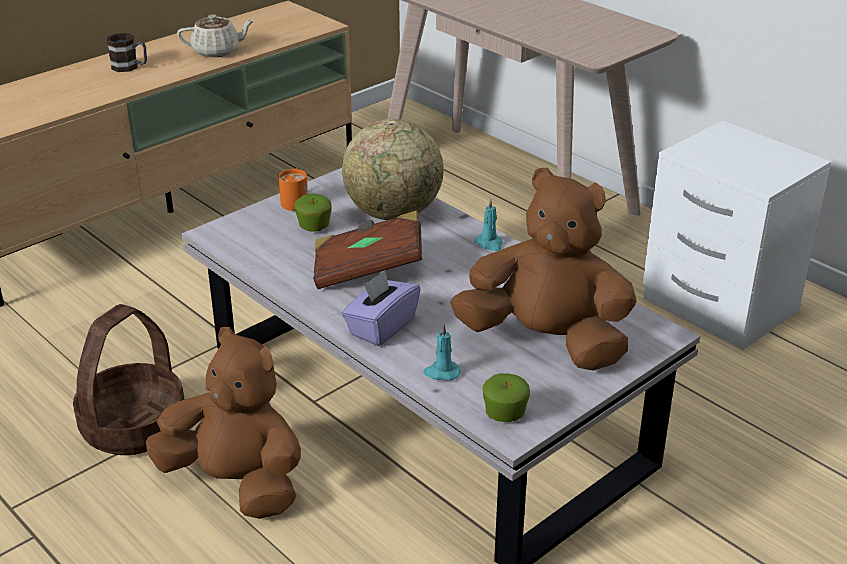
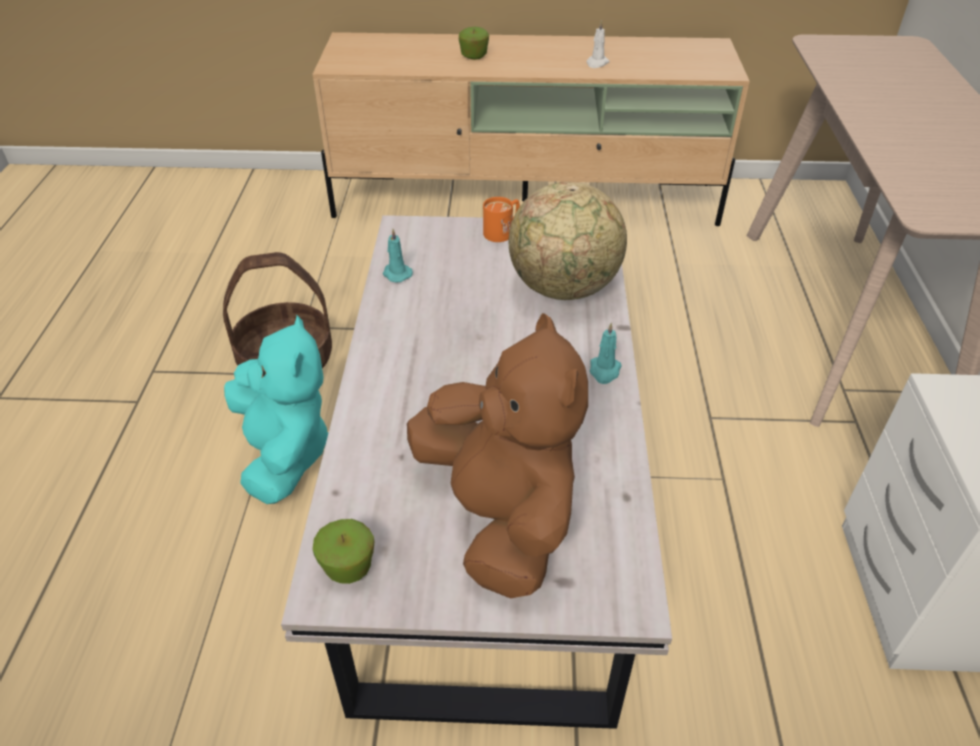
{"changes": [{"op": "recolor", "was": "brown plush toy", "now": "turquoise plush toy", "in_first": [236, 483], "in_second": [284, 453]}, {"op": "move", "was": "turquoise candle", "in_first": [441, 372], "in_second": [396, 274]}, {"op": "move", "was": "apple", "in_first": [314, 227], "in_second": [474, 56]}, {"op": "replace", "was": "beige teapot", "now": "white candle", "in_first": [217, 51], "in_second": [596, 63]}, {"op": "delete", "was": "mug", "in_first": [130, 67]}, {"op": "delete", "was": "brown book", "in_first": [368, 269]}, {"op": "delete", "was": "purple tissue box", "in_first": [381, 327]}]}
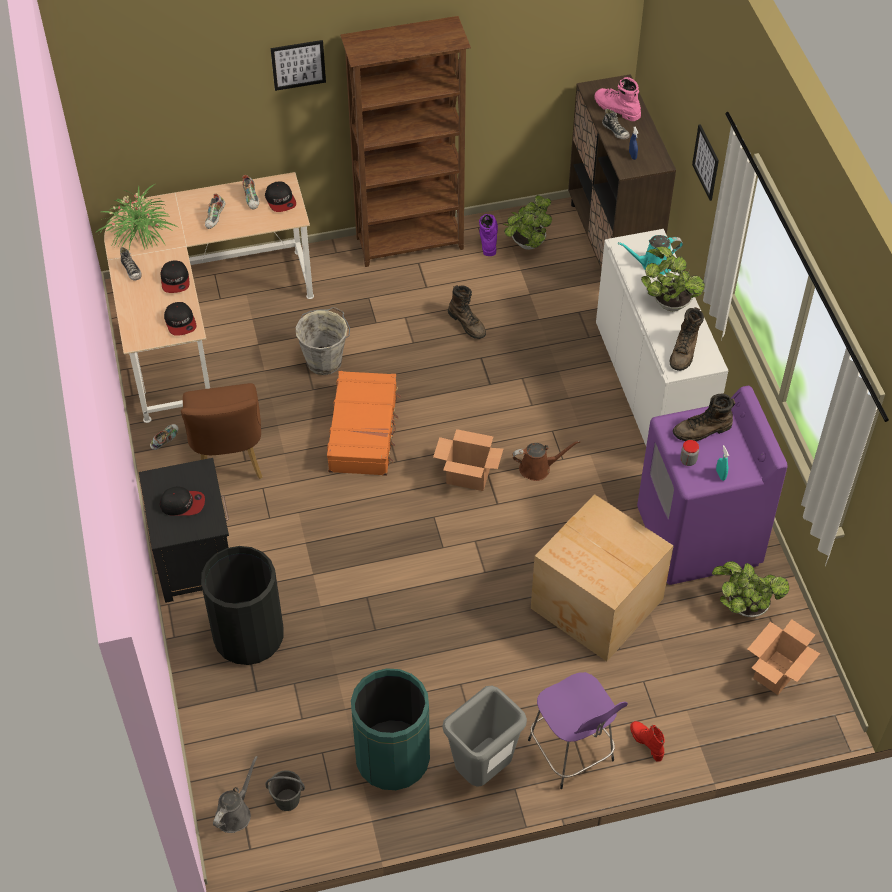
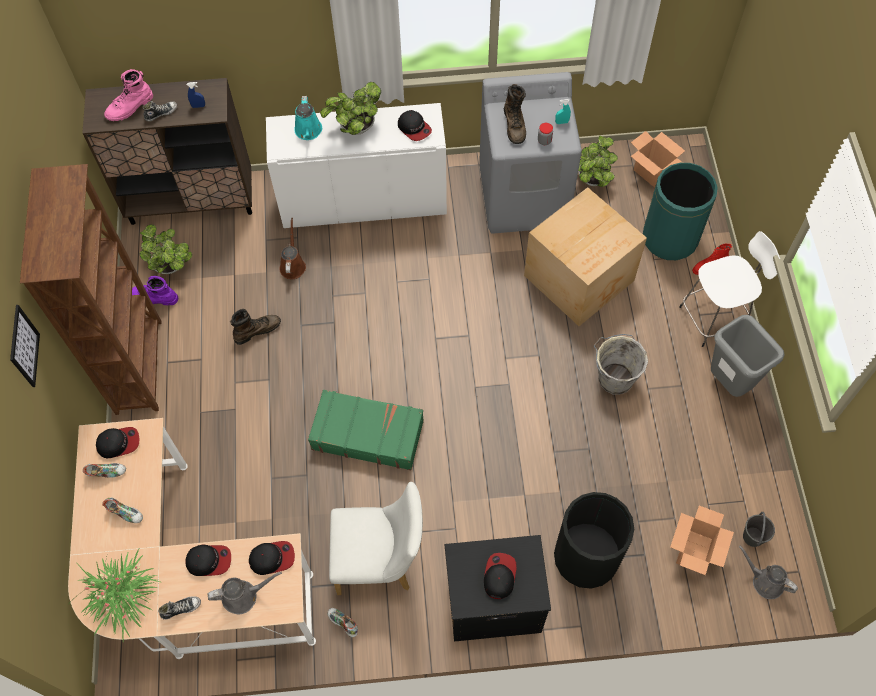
{"changes": [{"op": "insert", "now": "grey watering can", "in_second": [243, 596]}, {"op": "move", "was": "brown watering can", "in_first": [538, 468], "in_second": [293, 265]}, {"op": "recolor", "was": "orange suitcase", "now": "green suitcase", "in_first": [364, 431], "in_second": [367, 434]}, {"op": "recolor", "was": "brown chair", "now": "white chair", "in_first": [229, 461], "in_second": [380, 561]}, {"op": "replace", "was": "brown boot", "now": "cap", "in_first": [684, 352], "in_second": [414, 128]}, {"op": "recolor", "was": "purple washing machine", "now": "grey washing machine", "in_first": [698, 537], "in_second": [524, 198]}, {"op": "move", "was": "grey bucket", "in_first": [325, 360], "in_second": [614, 378]}, {"op": "move", "was": "green trash can", "in_first": [392, 758], "in_second": [670, 238]}, {"op": "move", "was": "cardboard box", "in_first": [467, 477], "in_second": [694, 551]}, {"op": "recolor", "was": "purple stool", "now": "white stool", "in_first": [572, 753], "in_second": [715, 318]}, {"op": "delete", "was": "picture", "in_first": [706, 162]}]}
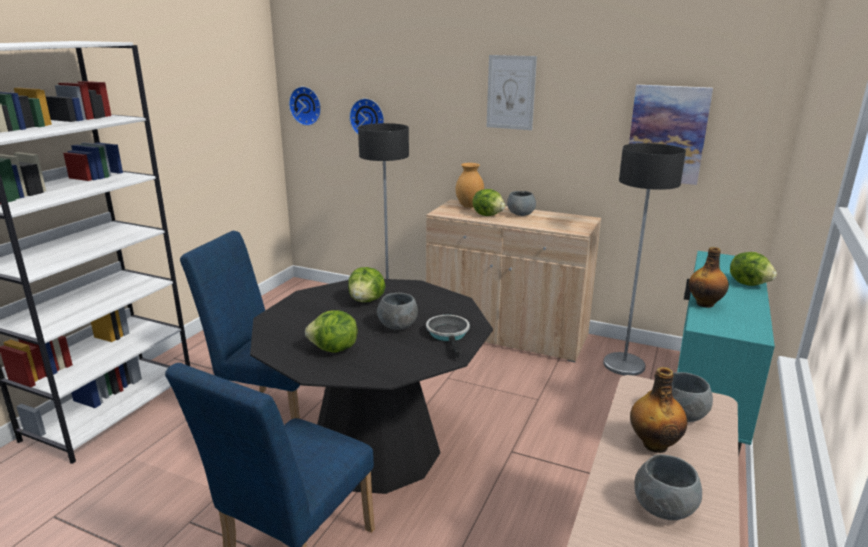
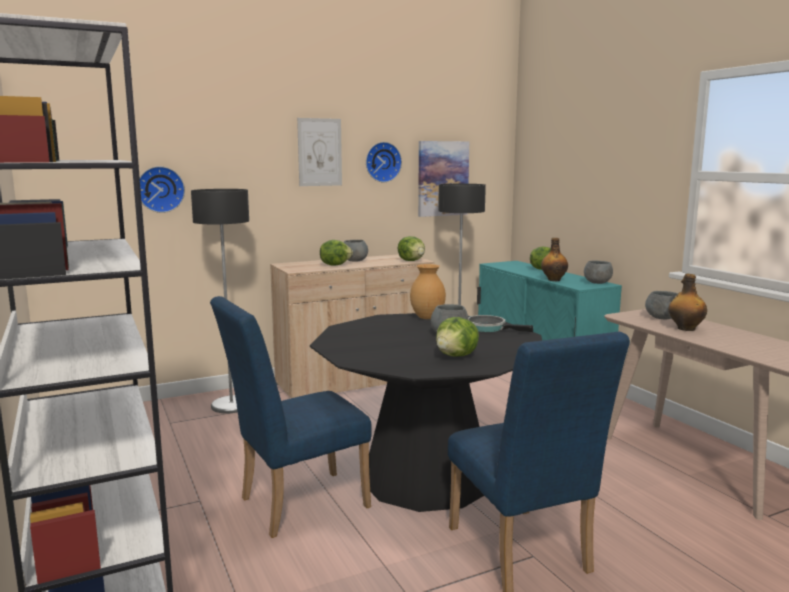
{"changes": [{"op": "move", "was": "wall clock", "in_first": [306, 105], "in_second": [382, 162]}, {"op": "move", "was": "lettuce", "in_first": [367, 300], "in_second": [412, 261]}, {"op": "move", "was": "brown vase", "in_first": [468, 206], "in_second": [426, 318]}, {"op": "move", "was": "grey bowl", "in_first": [663, 508], "in_second": [597, 283]}]}
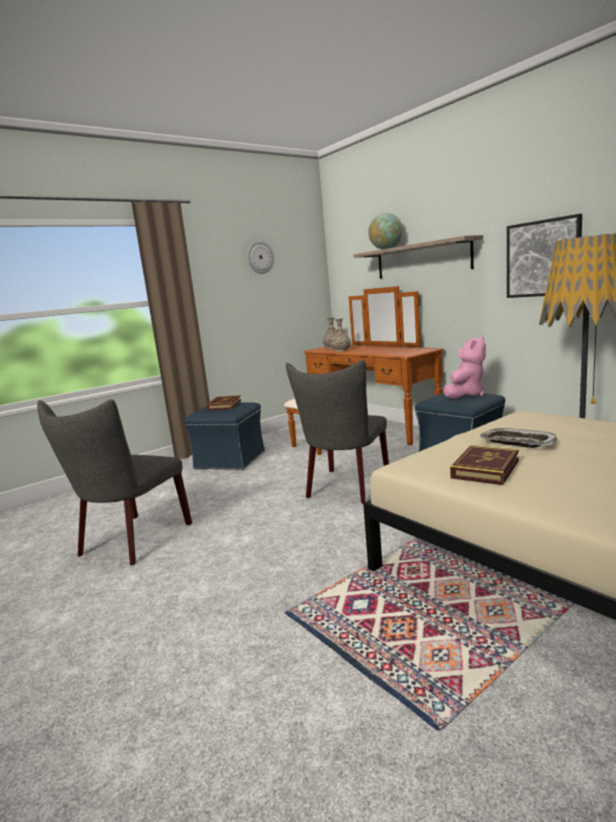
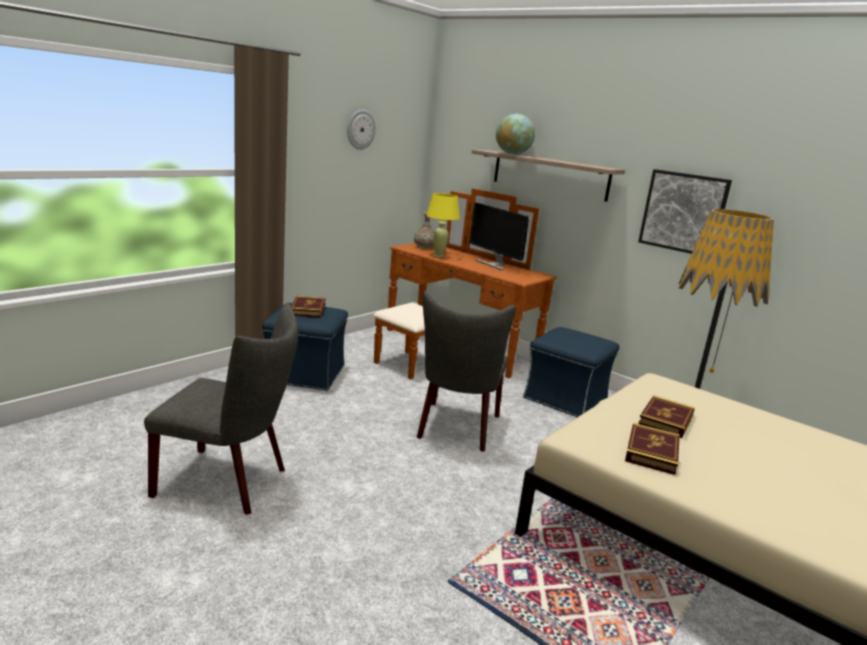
{"changes": [{"op": "rotate", "was": "grey chair", "in_first": [130, 542], "in_second": [229, 482], "clockwise": -90}, {"op": "replace", "was": "vase", "now": "yellow table lamp", "in_first": [341, 350], "in_second": [438, 255]}, {"op": "insert", "now": "monitor", "in_second": [494, 264]}, {"op": "replace", "was": "tray", "now": "book", "in_first": [517, 443], "in_second": [666, 420]}, {"op": "delete", "was": "pink plush toy", "in_first": [465, 395]}]}
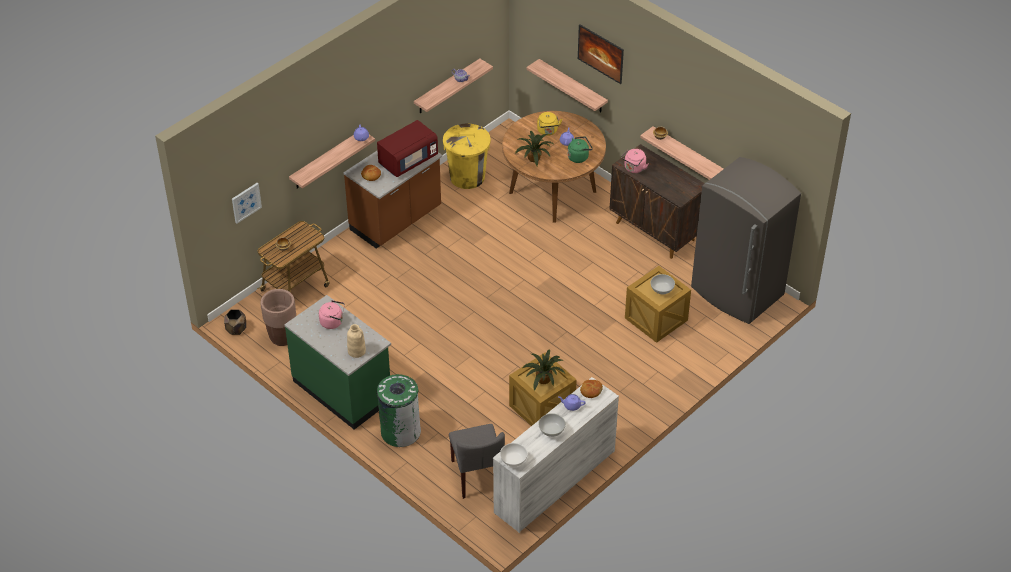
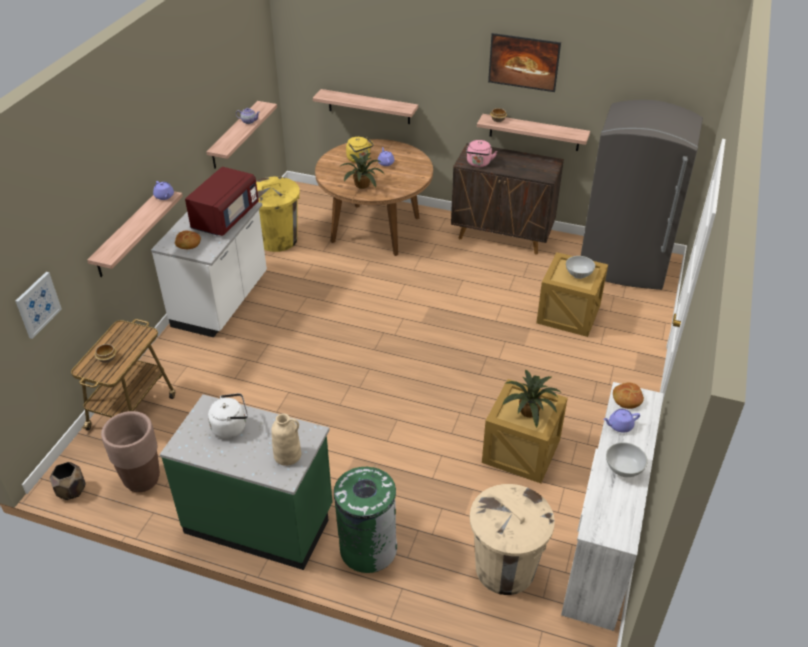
{"changes": [{"op": "recolor", "was": "brown counter", "now": "white counter", "in_first": [396, 220], "in_second": [222, 302]}, {"op": "recolor", "was": "pink kettle", "now": "white kettle", "in_first": [333, 322], "in_second": [231, 427]}, {"op": "replace", "was": "grey chair", "now": "beige trash can", "in_first": [477, 475], "in_second": [505, 569]}, {"op": "move", "was": "picture", "in_first": [600, 62], "in_second": [522, 74]}, {"op": "delete", "was": "white bowl", "in_first": [513, 461]}, {"op": "delete", "was": "green kettle", "in_first": [579, 157]}]}
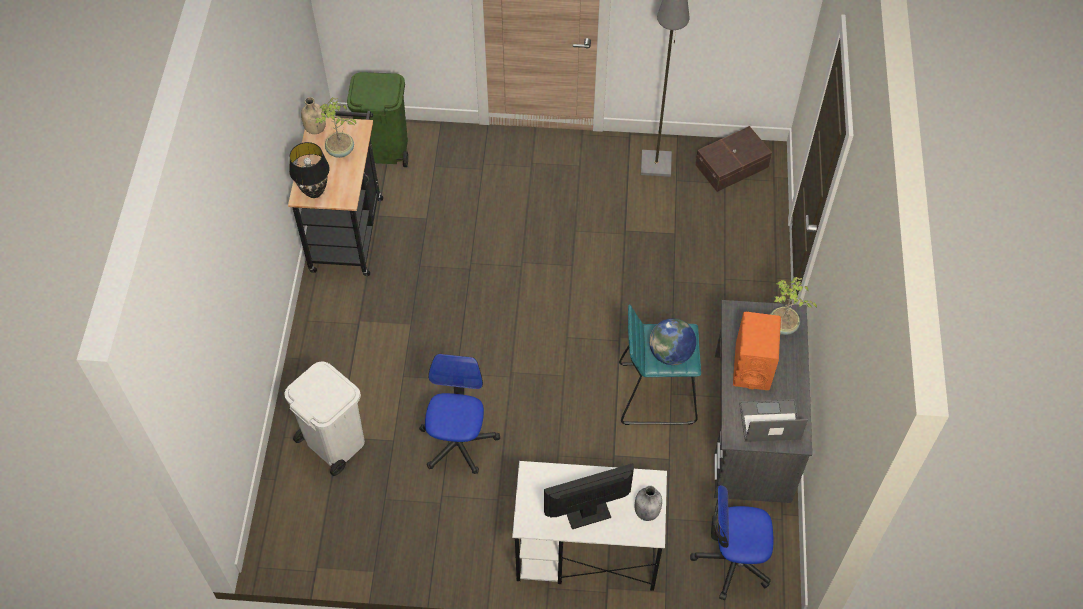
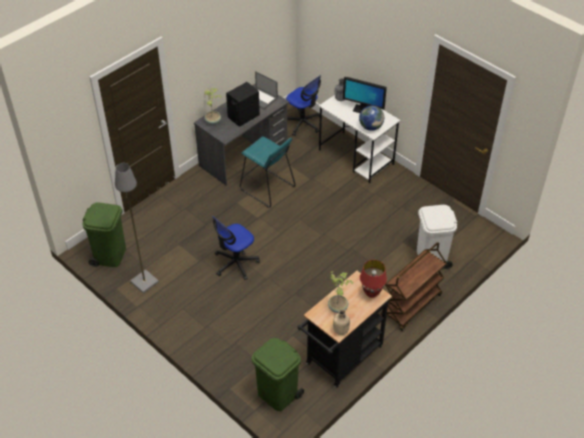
{"changes": [{"op": "replace", "was": "brown storage box", "now": "green trash can", "in_first": [733, 166], "in_second": [110, 255]}, {"op": "move", "was": "office chair", "in_first": [458, 442], "in_second": [235, 263]}, {"op": "recolor", "was": "orange speaker", "now": "black speaker", "in_first": [752, 366], "in_second": [243, 116]}, {"op": "move", "was": "globe", "in_first": [670, 353], "in_second": [371, 127]}, {"op": "recolor", "was": "black table lamp", "now": "red table lamp", "in_first": [315, 191], "in_second": [371, 293]}, {"op": "insert", "now": "brown cart", "in_second": [411, 306]}]}
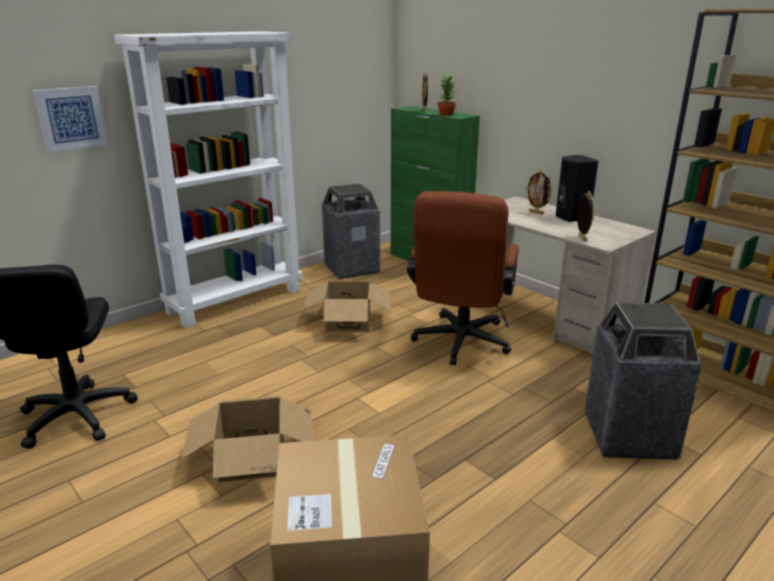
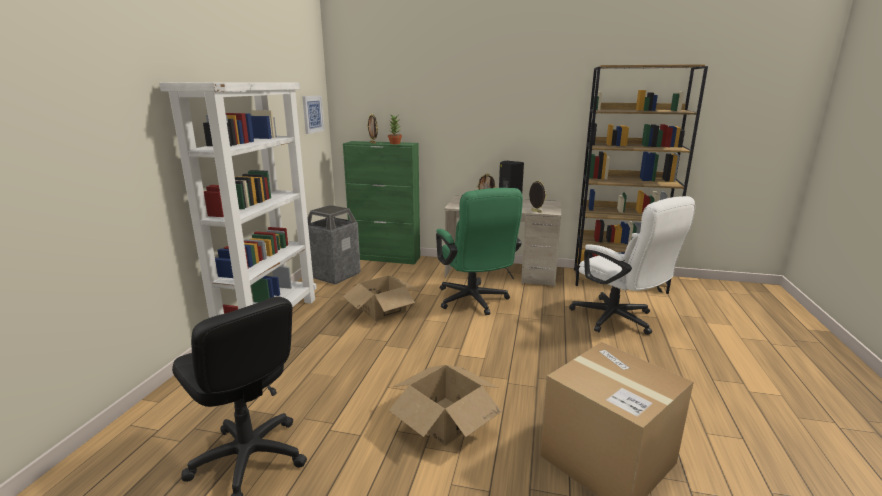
{"changes": [{"op": "move", "was": "picture", "in_first": [71, 118], "in_second": [312, 114]}, {"op": "recolor", "was": "brown office chair", "now": "green office chair", "in_first": [459, 344], "in_second": [474, 302]}, {"op": "replace", "was": "trash can", "now": "white office chair", "in_first": [628, 436], "in_second": [619, 320]}]}
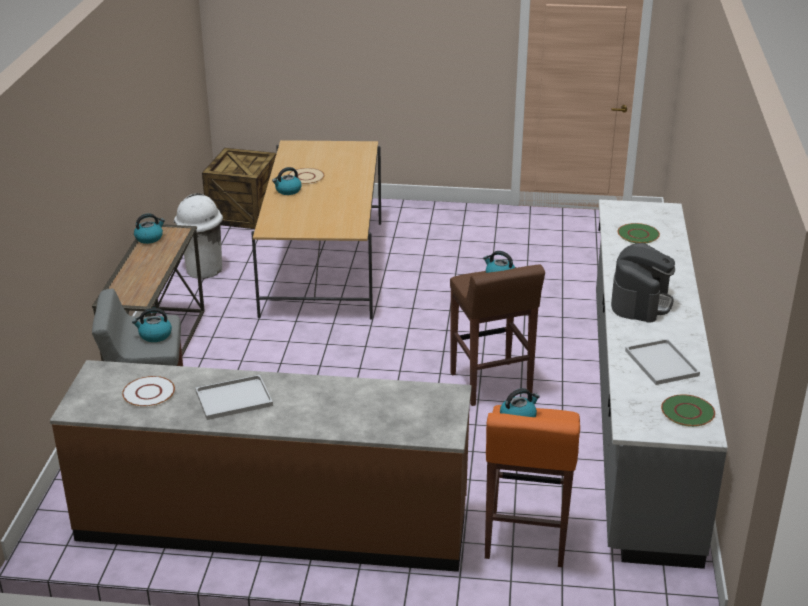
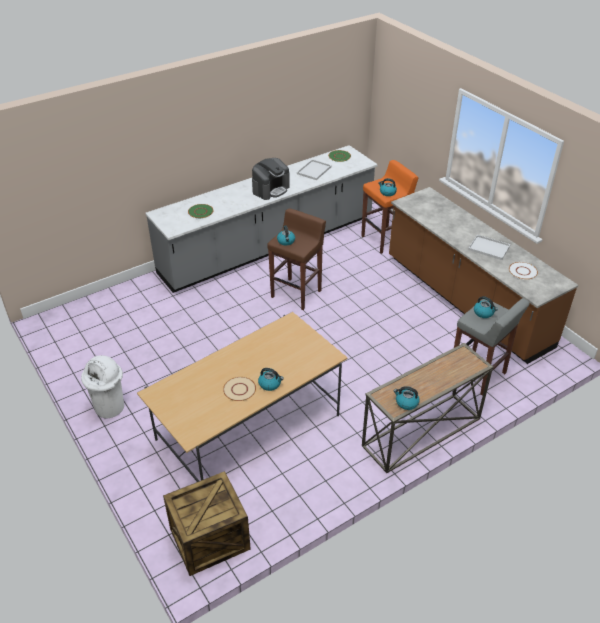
{"changes": [{"op": "move", "was": "white trash can", "in_first": [203, 270], "in_second": [110, 407]}, {"op": "rotate", "was": "coffee machine", "in_first": [641, 302], "in_second": [271, 189], "clockwise": 150}]}
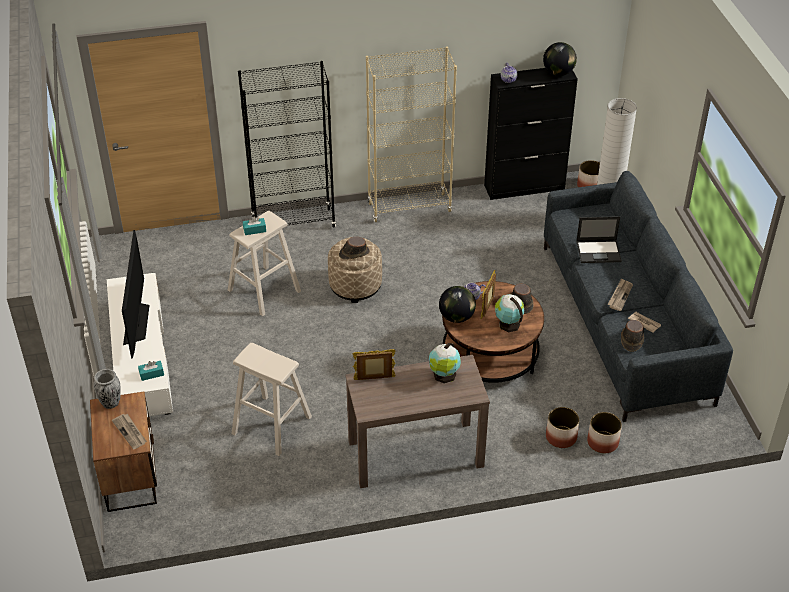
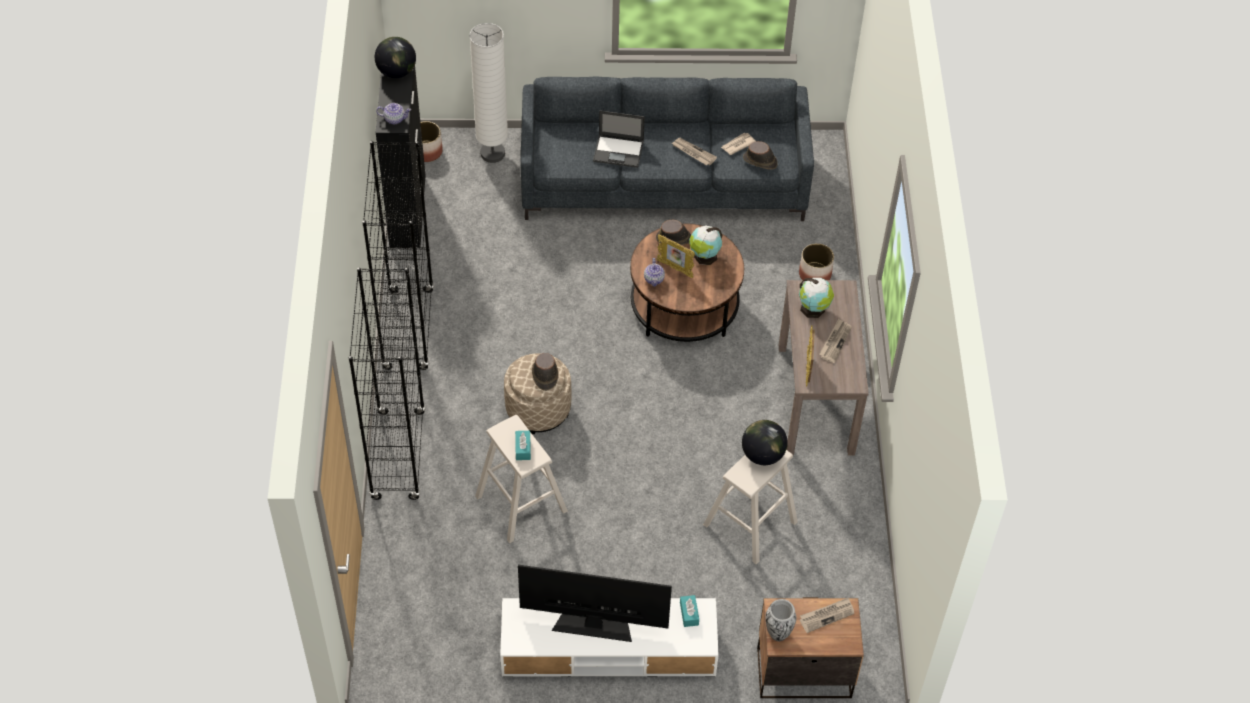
{"changes": [{"op": "recolor", "was": "beige bookcase", "now": "black bookcase", "in_first": [409, 207], "in_second": [408, 329]}, {"op": "rotate", "was": "laptop", "in_first": [599, 251], "in_second": [619, 151], "clockwise": 90}, {"op": "move", "was": "globe", "in_first": [456, 317], "in_second": [762, 455]}, {"op": "insert", "now": "newspaper", "in_second": [835, 342]}, {"op": "delete", "was": "planter", "in_first": [602, 442]}]}
